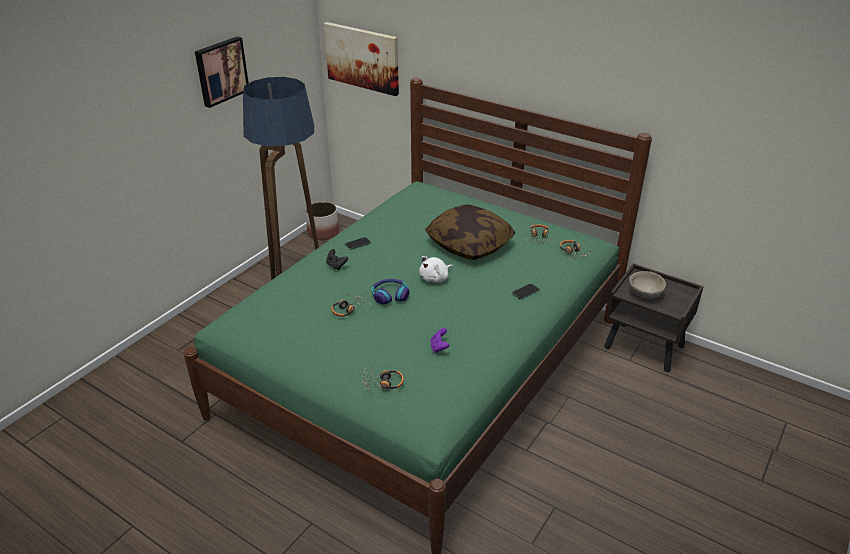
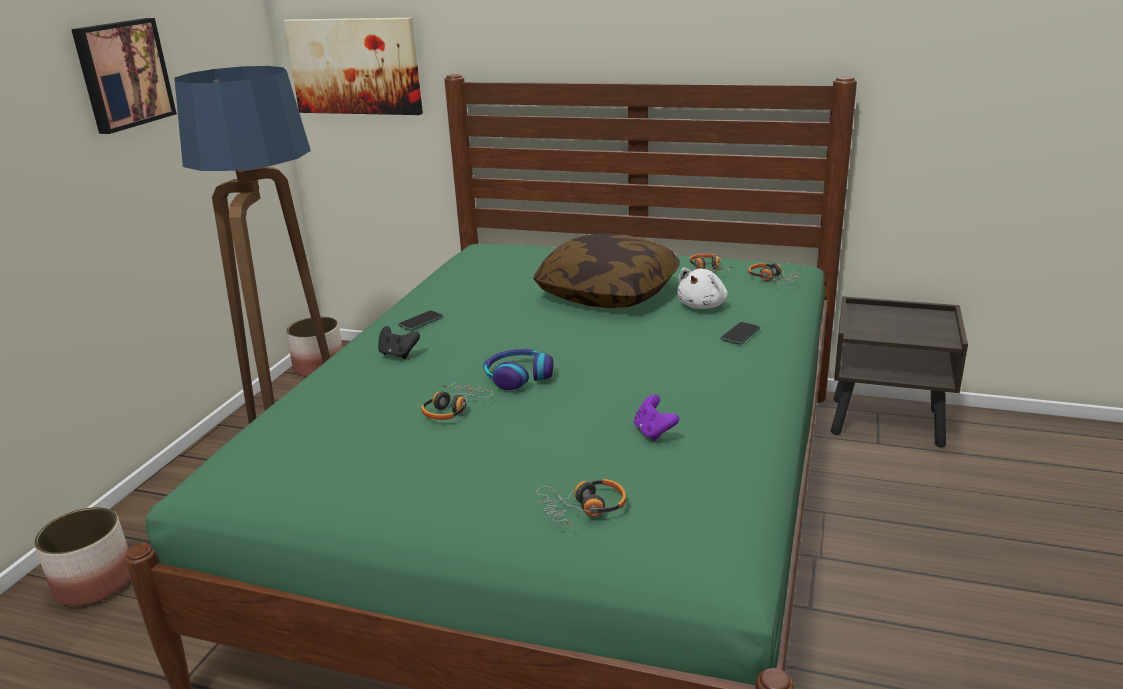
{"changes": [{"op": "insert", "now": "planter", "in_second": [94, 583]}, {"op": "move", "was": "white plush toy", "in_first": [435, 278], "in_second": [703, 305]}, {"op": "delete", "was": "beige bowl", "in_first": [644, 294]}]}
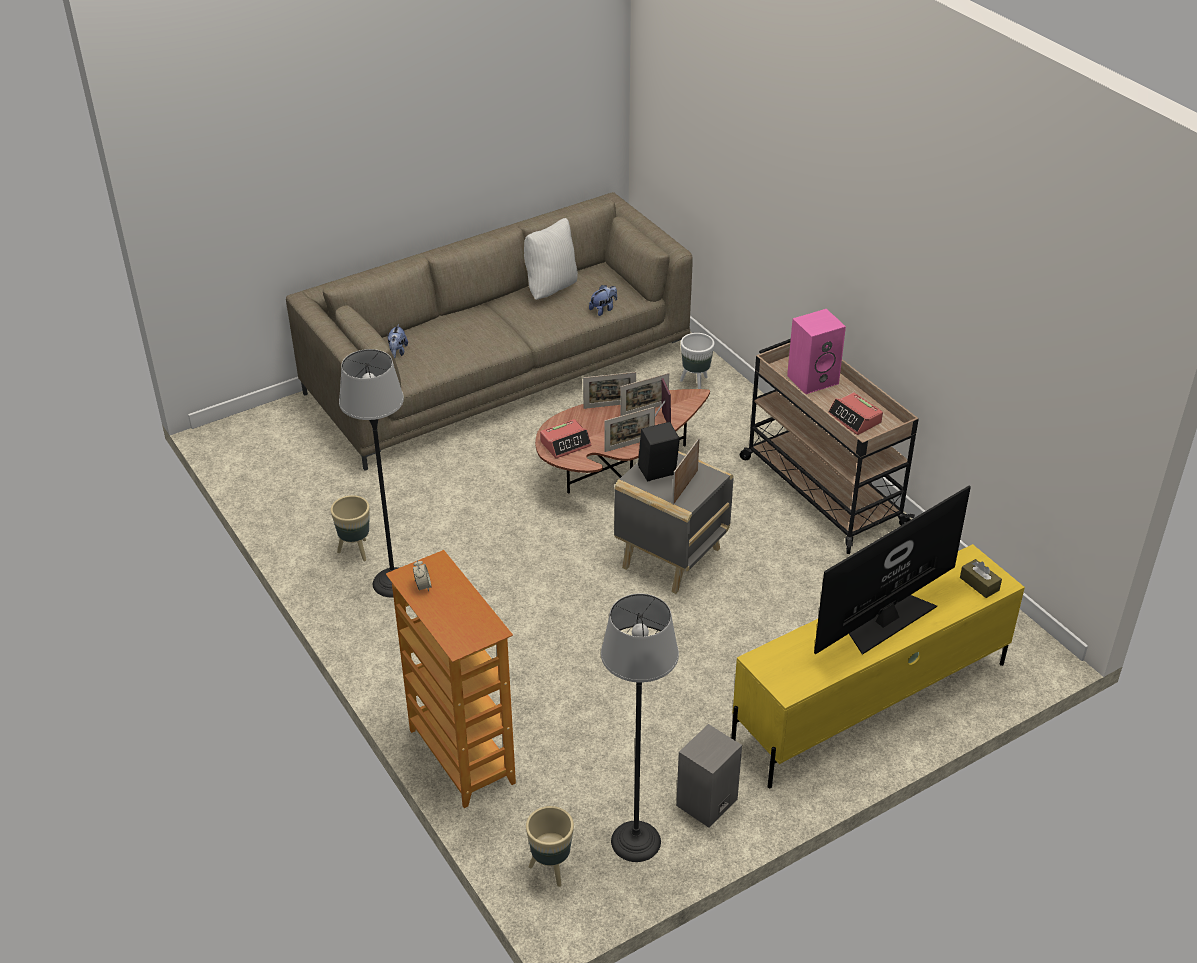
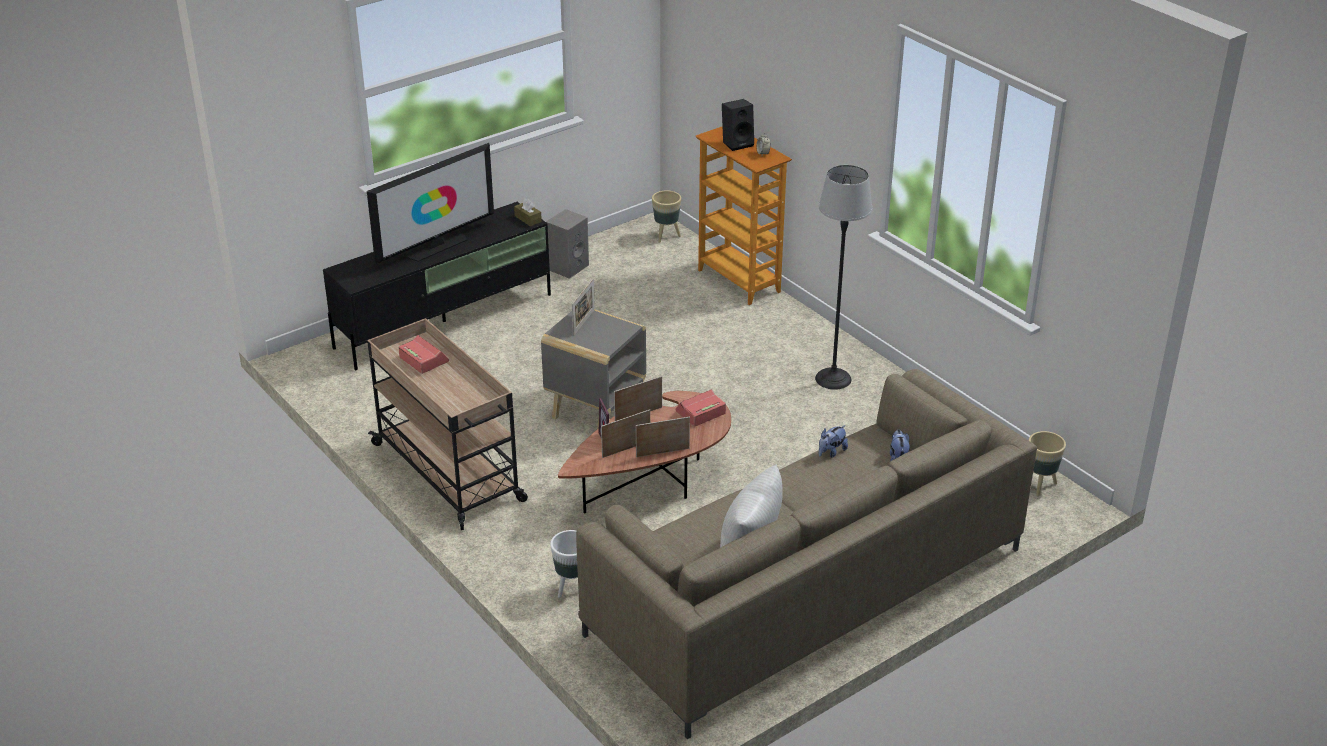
{"changes": [{"op": "recolor", "was": "yellow tv stand", "now": "black tv stand", "in_first": [868, 704], "in_second": [445, 320]}, {"op": "move", "was": "brown tissue box", "in_first": [979, 584], "in_second": [528, 219]}, {"op": "move", "was": "black speaker", "in_first": [657, 474], "in_second": [737, 143]}, {"op": "move", "was": "plush toy", "in_first": [603, 309], "in_second": [831, 452]}, {"op": "move", "was": "beige planter", "in_first": [355, 550], "in_second": [1040, 486]}, {"op": "delete", "was": "floor lamp", "in_first": [636, 841]}, {"op": "delete", "was": "pink speaker", "in_first": [813, 379]}]}
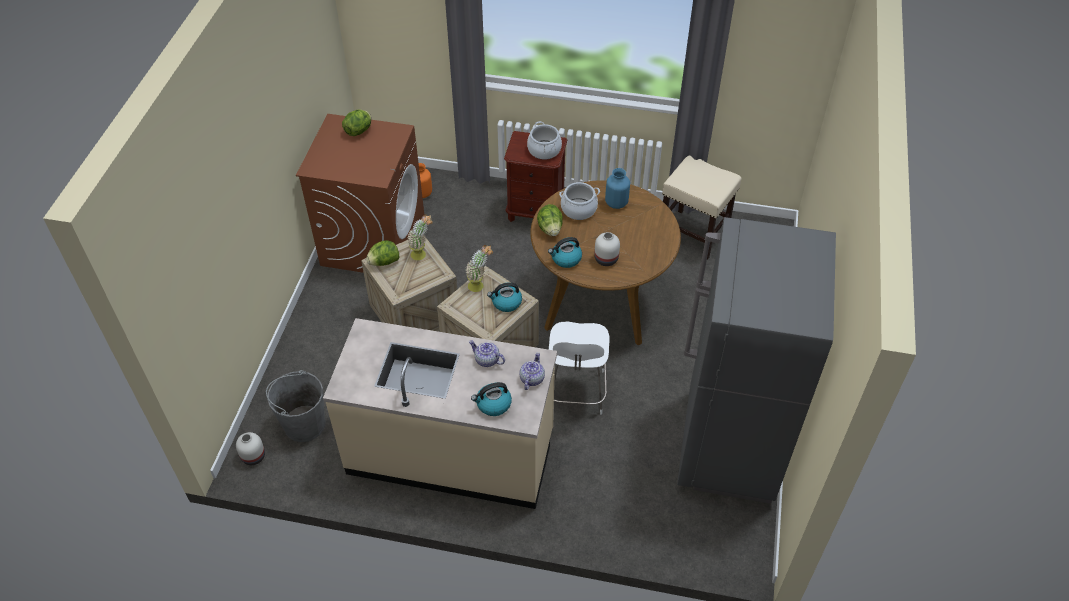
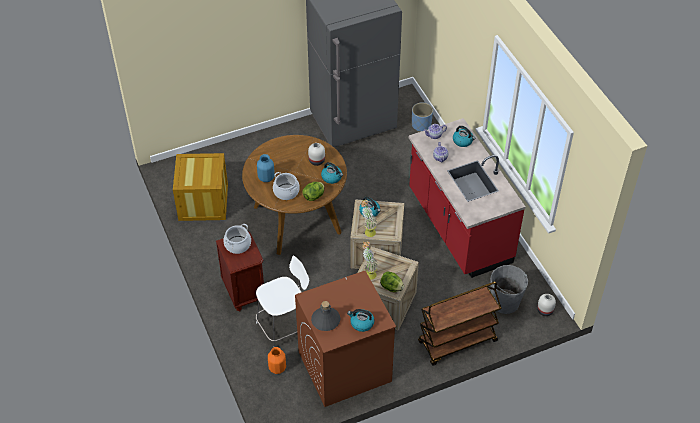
{"changes": [{"op": "replace", "was": "beige stool", "now": "crate", "in_first": [694, 234], "in_second": [203, 202]}, {"op": "move", "was": "white chair", "in_first": [576, 393], "in_second": [283, 327]}, {"op": "replace", "was": "lettuce", "now": "grey bottle", "in_first": [359, 131], "in_second": [326, 320]}, {"op": "insert", "now": "kettle", "in_second": [361, 323]}, {"op": "recolor", "was": "beige counter", "now": "red counter", "in_first": [451, 452], "in_second": [458, 227]}, {"op": "insert", "now": "blue planter", "in_second": [421, 125]}, {"op": "insert", "now": "brown cart", "in_second": [457, 342]}]}
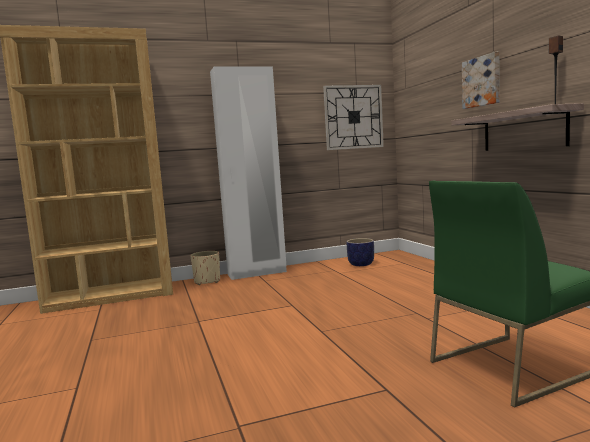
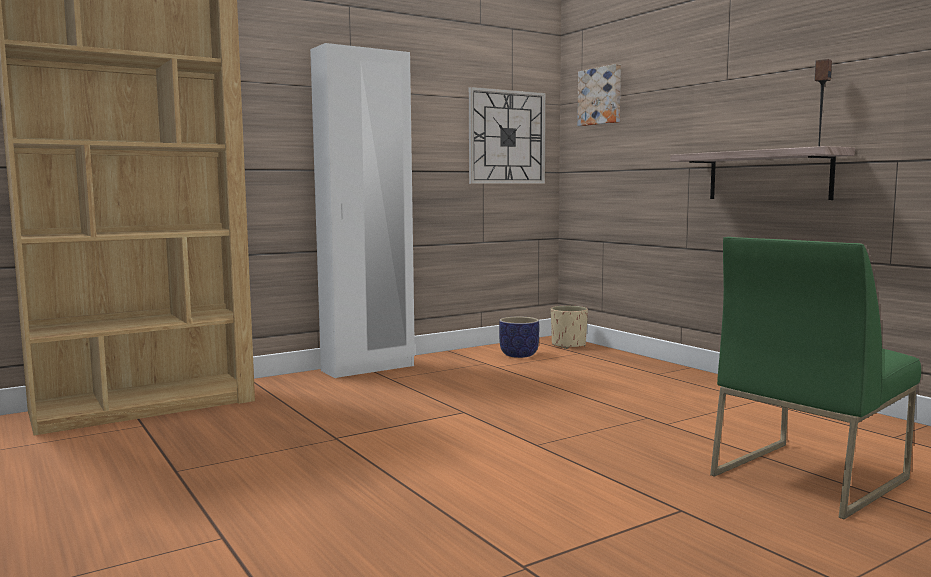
{"changes": [{"op": "move", "was": "beige planter", "in_first": [207, 281], "in_second": [568, 345]}, {"op": "move", "was": "picture", "in_first": [482, 81], "in_second": [600, 96]}]}
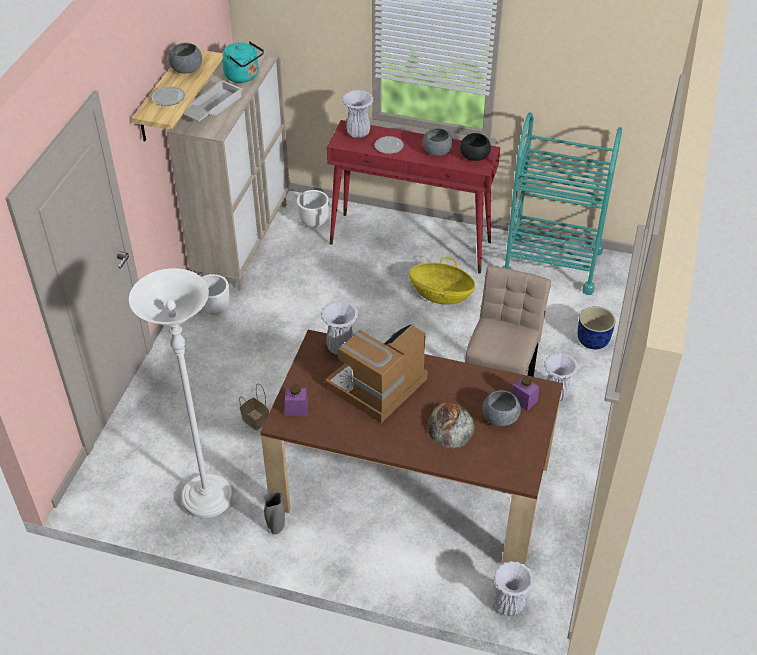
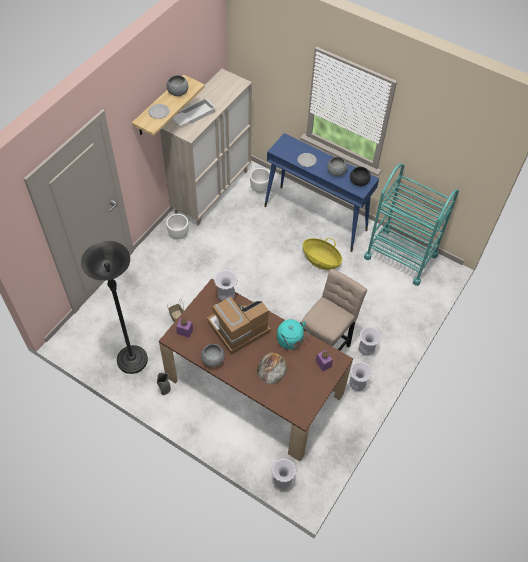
{"changes": [{"op": "recolor", "was": "white floor lamp", "now": "black floor lamp", "in_first": [207, 498], "in_second": [132, 360]}, {"op": "move", "was": "grey bowl", "in_first": [500, 417], "in_second": [213, 359]}, {"op": "recolor", "was": "red console table", "now": "blue console table", "in_first": [411, 243], "in_second": [315, 218]}, {"op": "move", "was": "turquoise kettle", "in_first": [244, 76], "in_second": [291, 341]}, {"op": "move", "was": "white vase", "in_first": [358, 133], "in_second": [357, 384]}, {"op": "delete", "was": "blue planter", "in_first": [593, 340]}]}
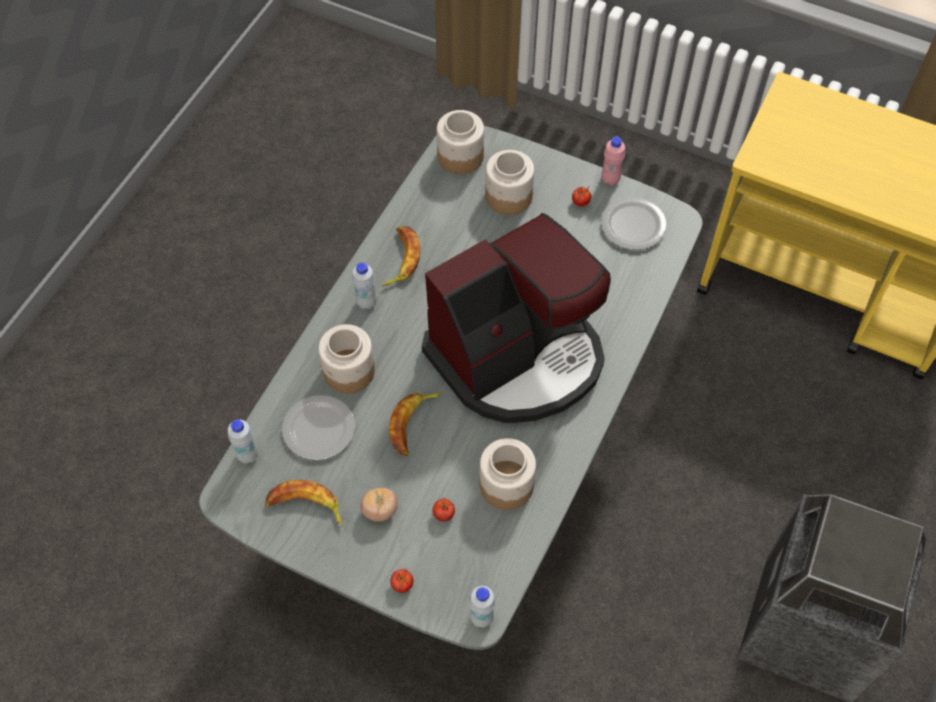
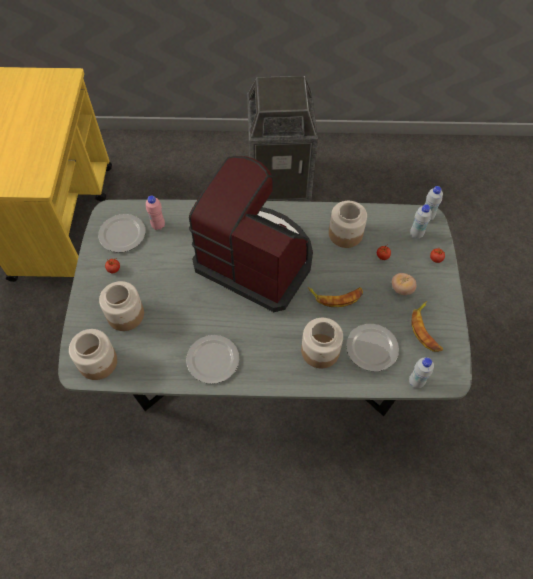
{"changes": [{"op": "move", "was": "pink bottle", "in_first": [610, 179], "in_second": [158, 225]}, {"op": "replace", "was": "banana", "now": "plate", "in_first": [400, 259], "in_second": [212, 361]}, {"op": "move", "was": "white bottle", "in_first": [366, 302], "in_second": [416, 234]}]}
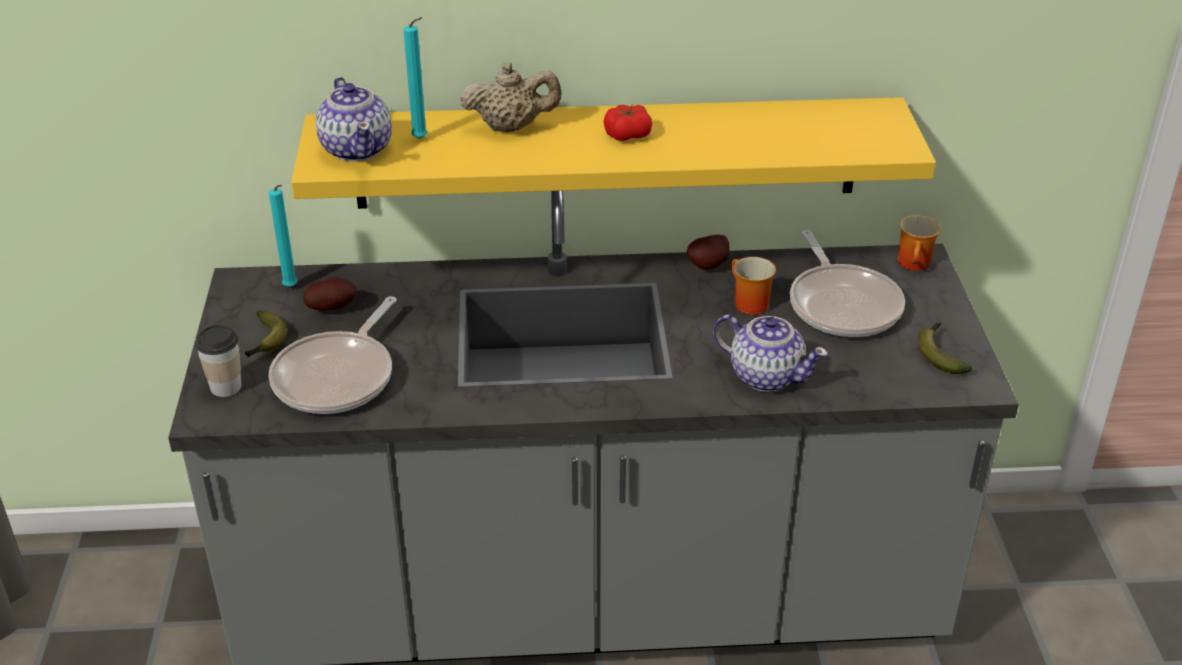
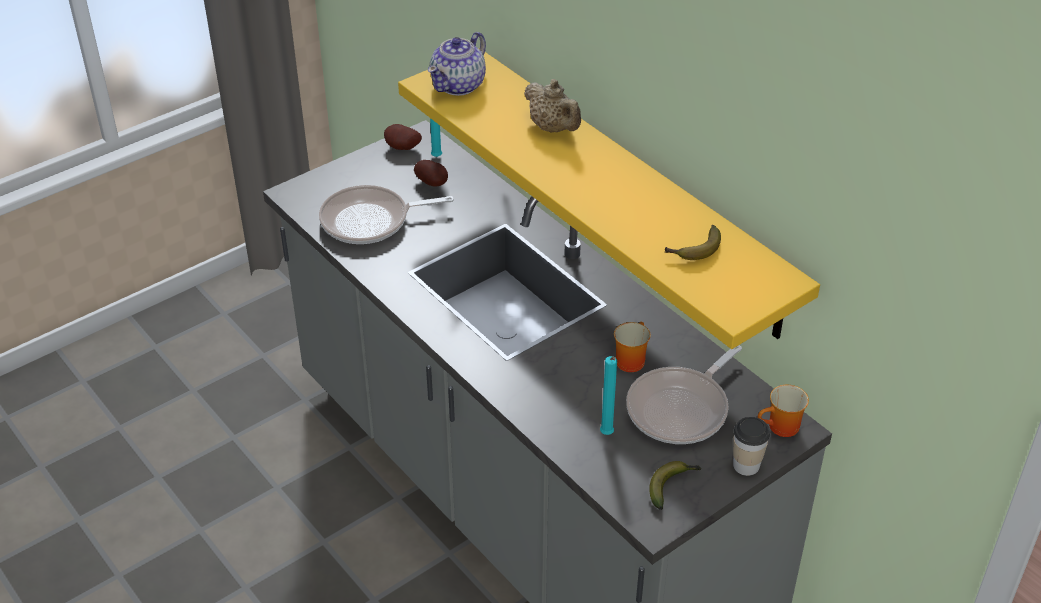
{"changes": [{"op": "move", "was": "potato", "in_first": [710, 266], "in_second": [402, 148]}, {"op": "move", "was": "turquoise candle", "in_first": [422, 139], "in_second": [607, 435]}, {"op": "move", "was": "banana", "in_first": [265, 341], "in_second": [694, 251]}, {"op": "move", "was": "cup", "in_first": [226, 386], "in_second": [746, 465]}, {"op": "delete", "was": "tomato", "in_first": [627, 135]}, {"op": "delete", "was": "teapot", "in_first": [765, 375]}]}
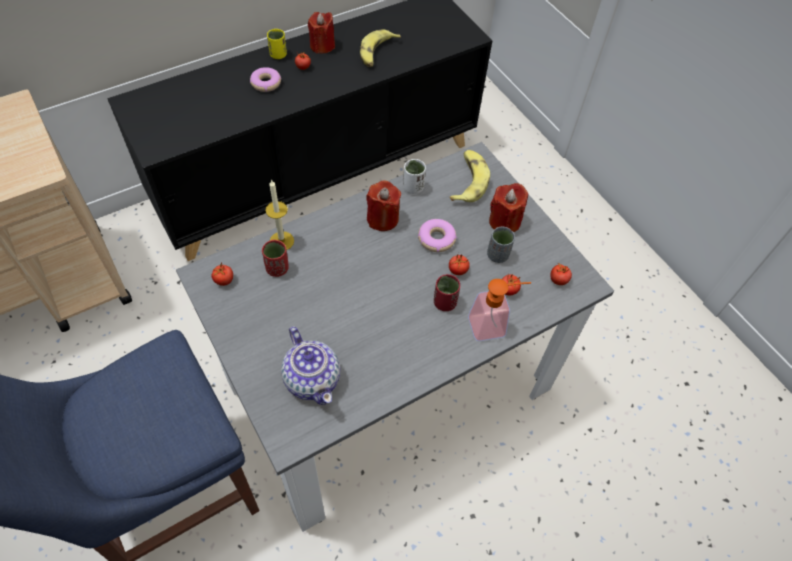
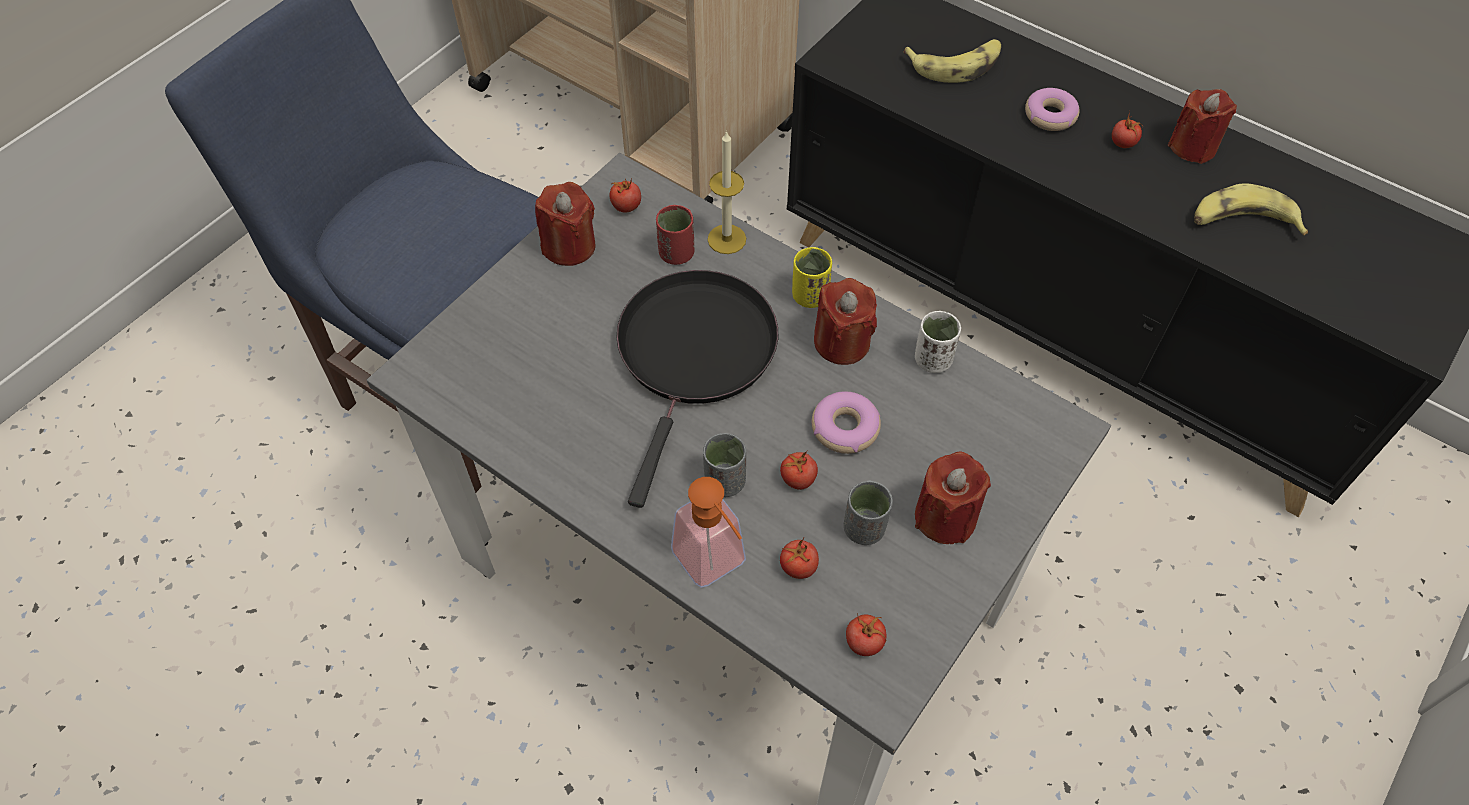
{"changes": [{"op": "insert", "now": "red candle", "in_second": [569, 246]}, {"op": "insert", "now": "black frying pan", "in_second": [695, 355]}, {"op": "recolor", "was": "red cup", "now": "grey cup", "in_first": [444, 302], "in_second": [725, 481]}, {"op": "move", "was": "yellow cup", "in_first": [278, 55], "in_second": [810, 296]}, {"op": "move", "was": "banana", "in_first": [468, 181], "in_second": [955, 65]}, {"op": "delete", "was": "teapot", "in_first": [312, 379]}]}
